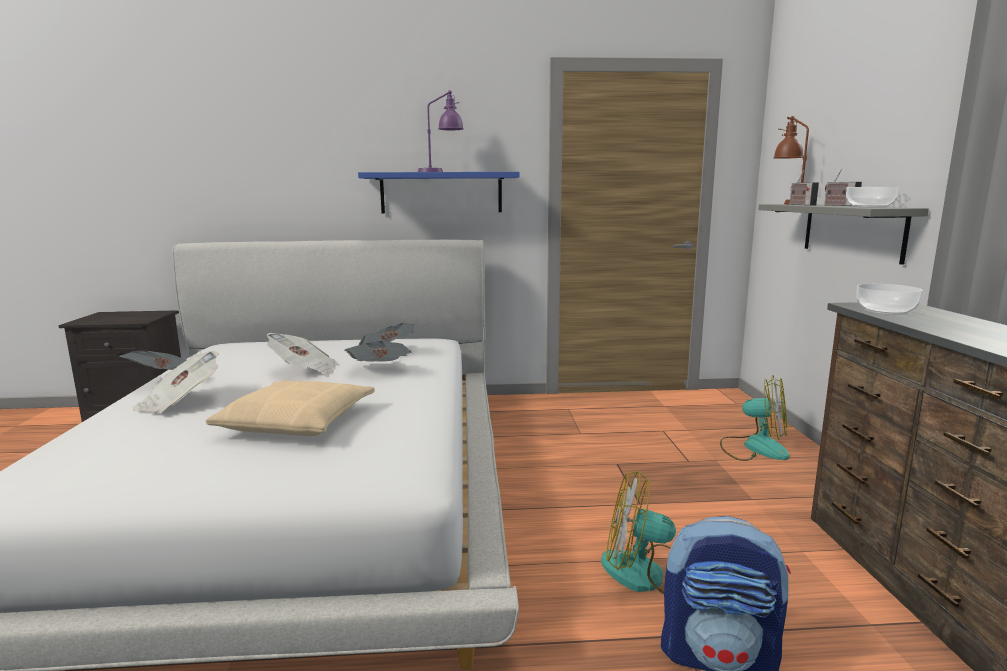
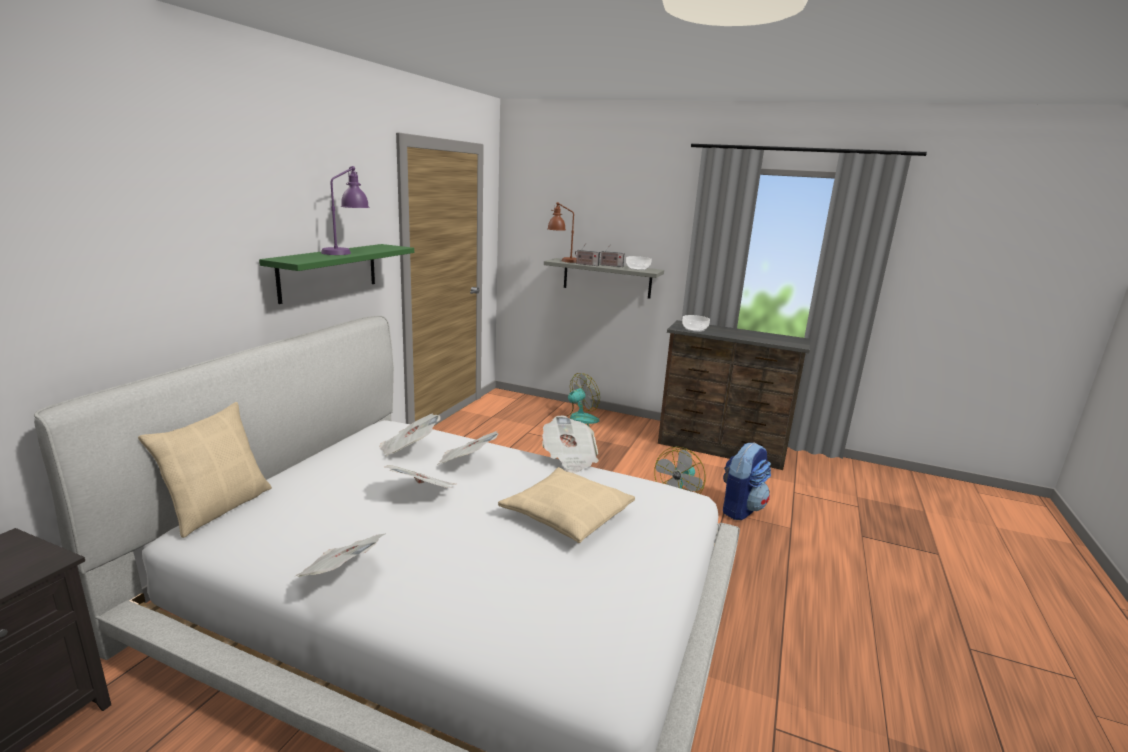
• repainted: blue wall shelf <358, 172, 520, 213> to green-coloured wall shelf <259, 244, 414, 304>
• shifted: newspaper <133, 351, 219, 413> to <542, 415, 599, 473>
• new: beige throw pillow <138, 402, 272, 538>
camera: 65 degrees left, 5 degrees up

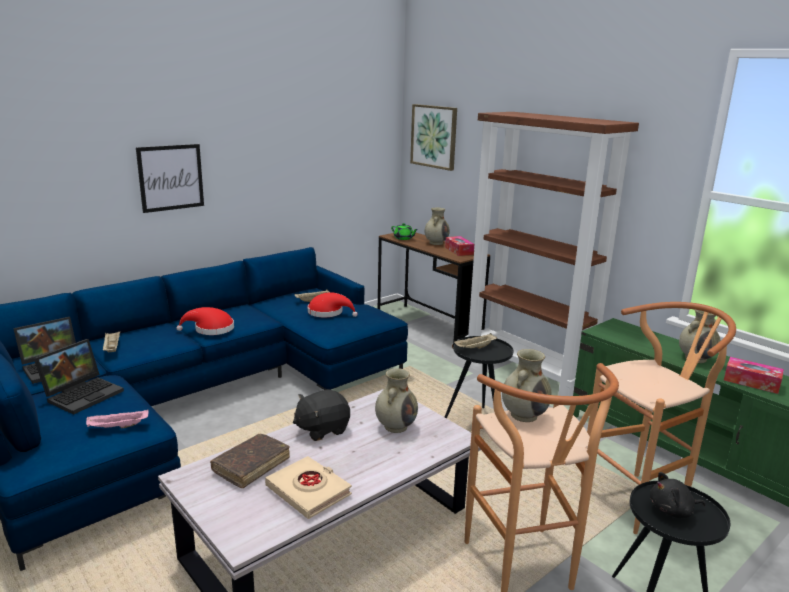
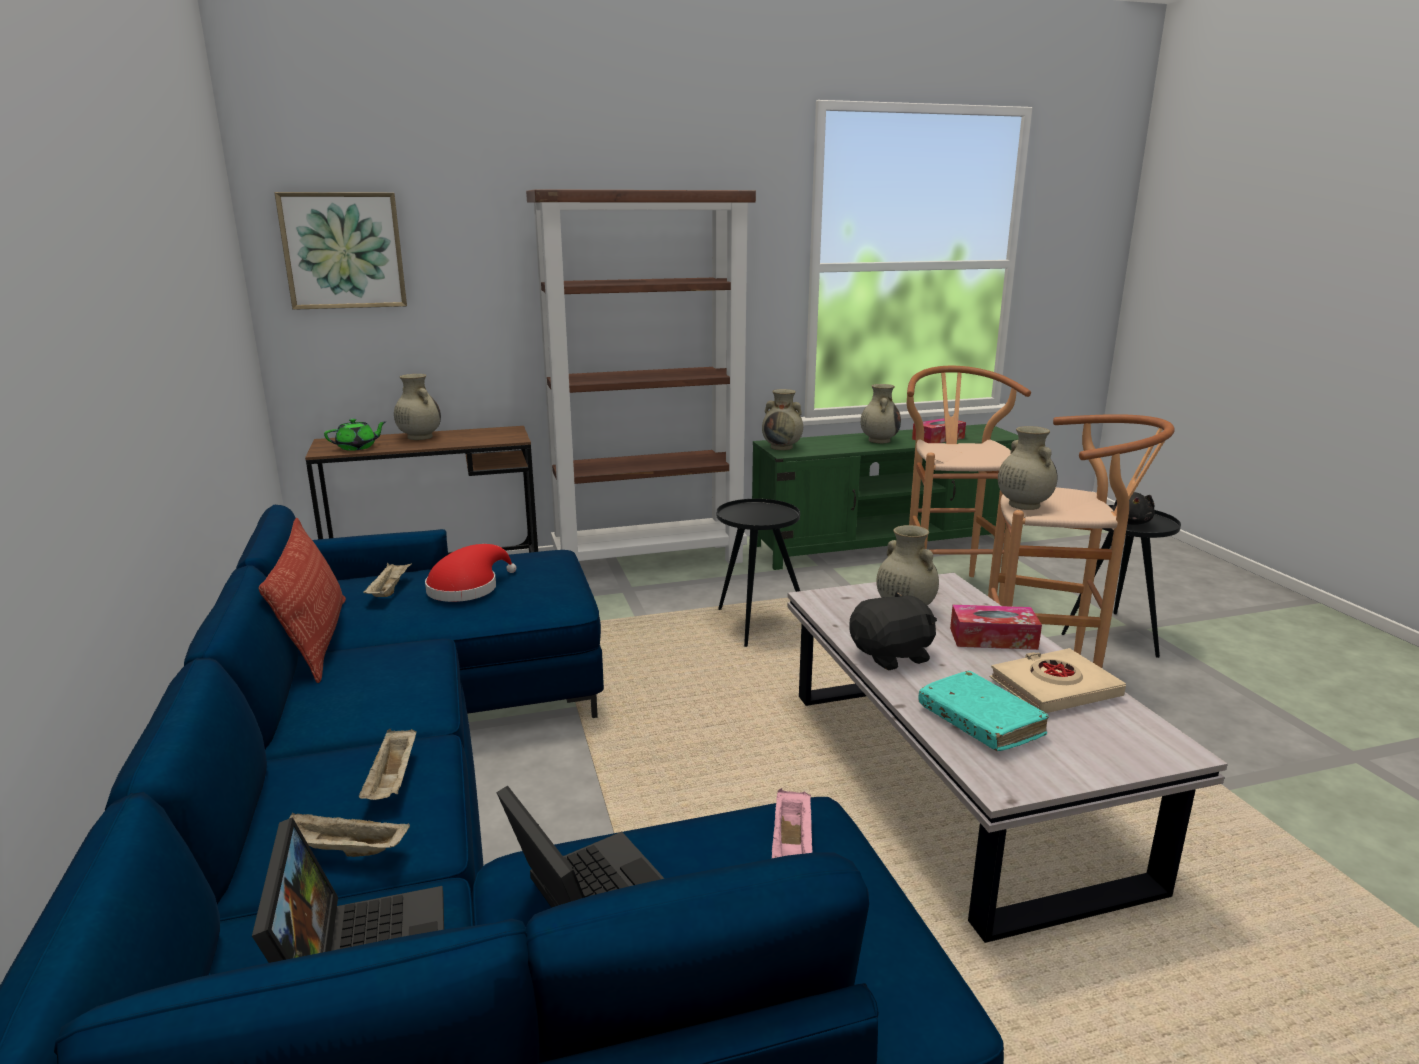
• gone: wall art <136, 144, 204, 213>
• shifted: tissue holder <445, 236, 474, 256> to <950, 605, 1042, 650>
• gone: red hat <177, 307, 234, 335>
• shifted: beige carrying tray <454, 333, 497, 349> to <359, 729, 417, 800>
• rotated: black plush toy <293, 389, 350, 441> = <850, 592, 937, 670> 105 degrees counterclockwise
• repainted: brownish volume <210, 434, 290, 488> to turquoise volume <918, 671, 1049, 751>
• new: beige vase <762, 389, 803, 450>
• new: throw pillow <259, 518, 346, 683>
camera: 65 degrees left, 0 degrees up

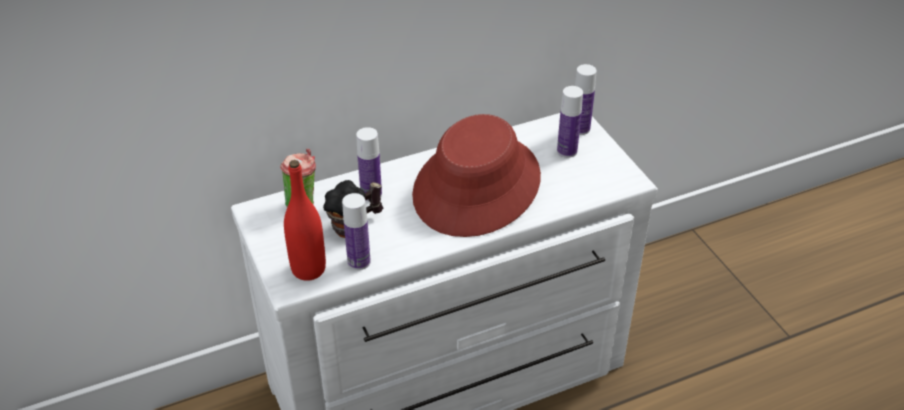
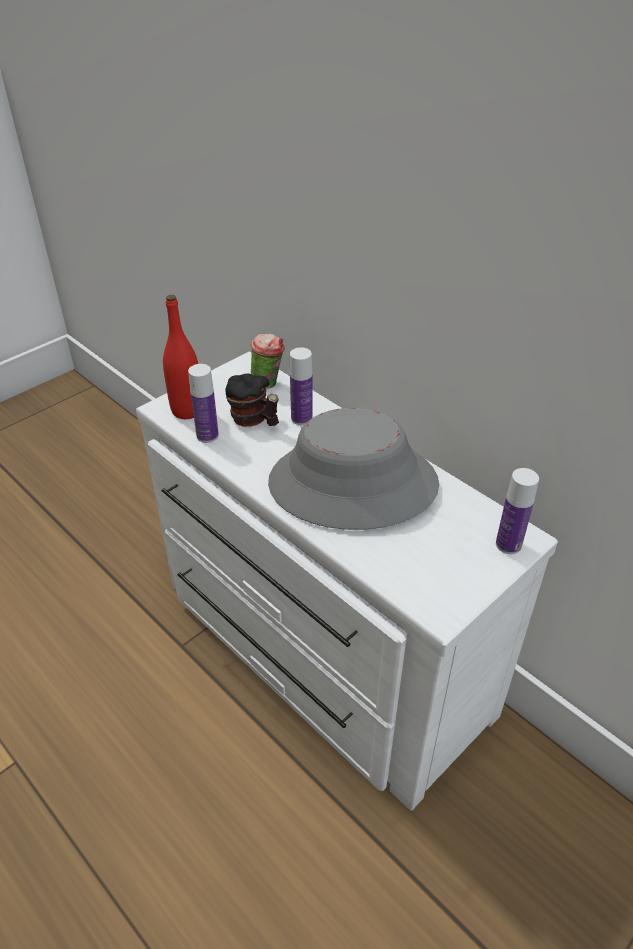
• gone: drink bottle <557, 86, 583, 158>
• repainted: red hat <412, 114, 541, 237> to grey hat <268, 408, 439, 530>
camera: 70 degrees right, 0 degrees up

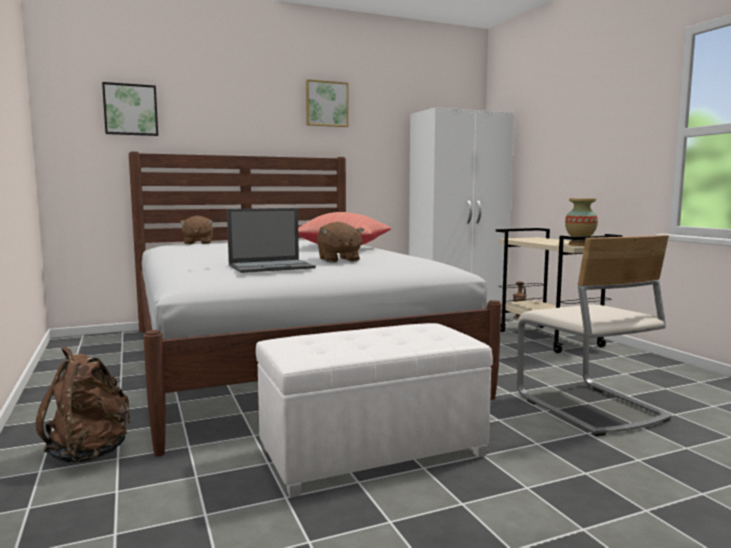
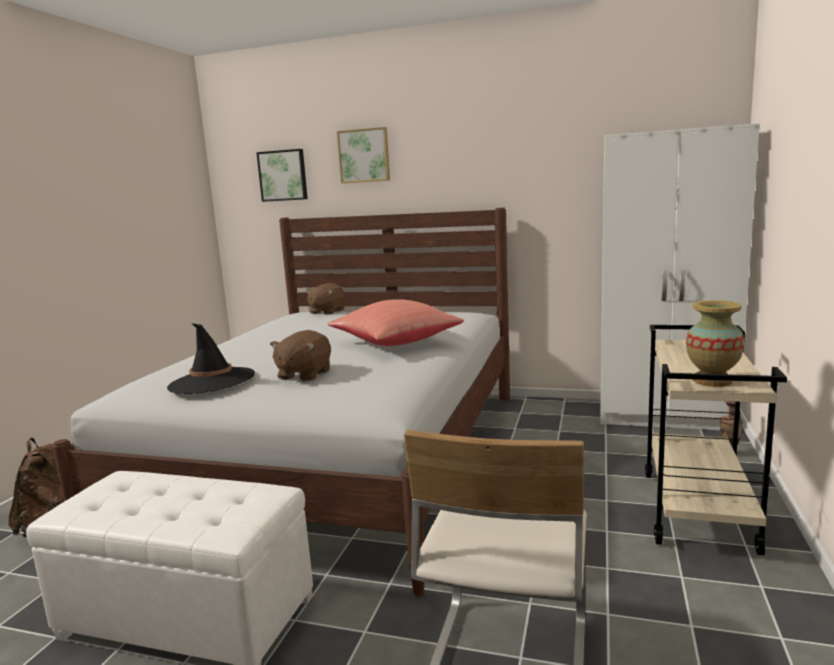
• shifted: wall art <306, 79, 349, 127> to <337, 127, 390, 183>
• swapped: laptop <227, 208, 316, 273> to black hat <167, 323, 255, 394>
camera: 40 degrees right, 5 degrees up

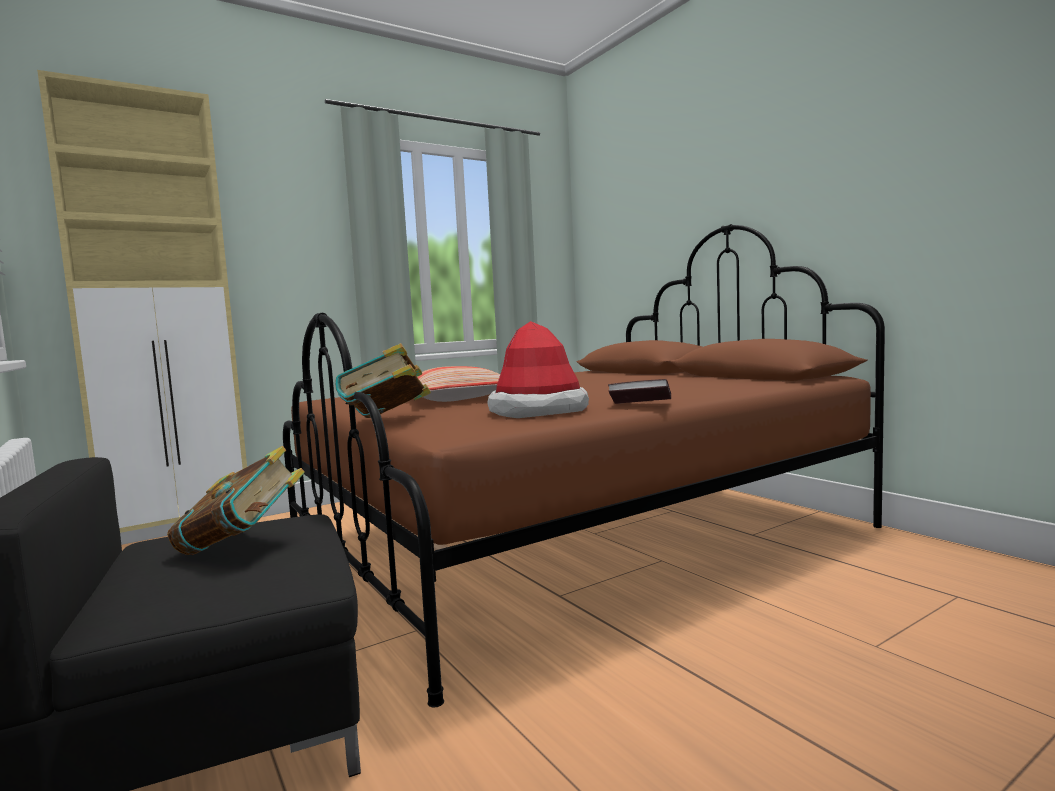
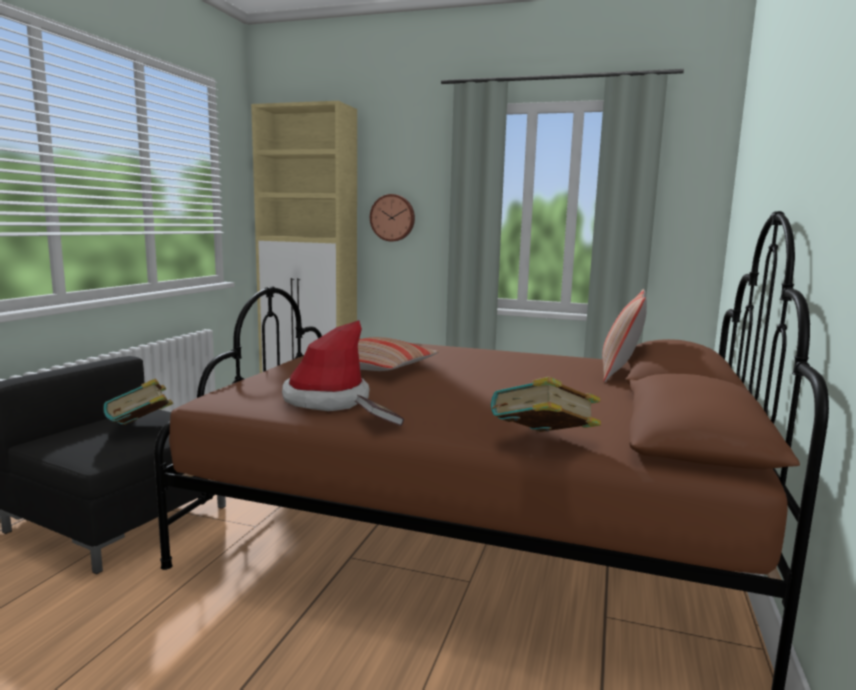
• shifted: volume <335, 343, 431, 418> to <491, 377, 601, 432>
• new: clock on the wall <370, 194, 415, 241>
• new: throw pillow <602, 289, 647, 382>
camera: 50 degrees right, 5 degrees up

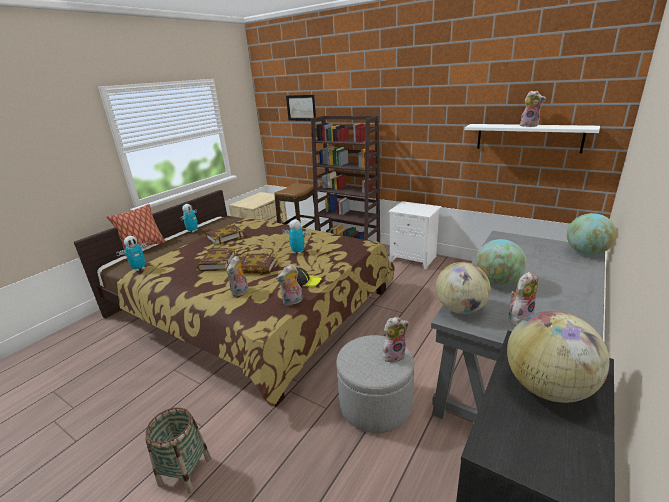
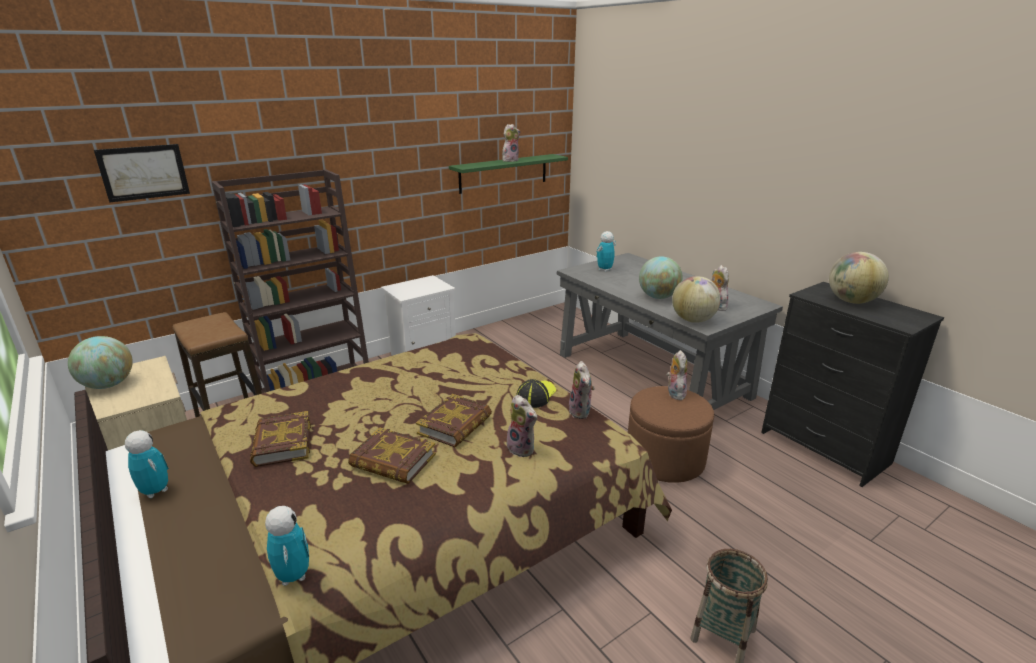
• repainted: whitish wall shelf <464, 124, 600, 153> to green-coloured wall shelf <449, 154, 568, 194>
• gone: throw pillow <106, 204, 166, 257>
• shifted: desk globe <567, 213, 617, 255> to <68, 336, 133, 389>
• shifted: robot figure <282, 220, 310, 254> to <596, 231, 616, 272>
• repainted: grey pouffe <336, 335, 414, 433> to brownish pouffe <628, 386, 714, 483>
camera: 70 degrees left, 0 degrees up

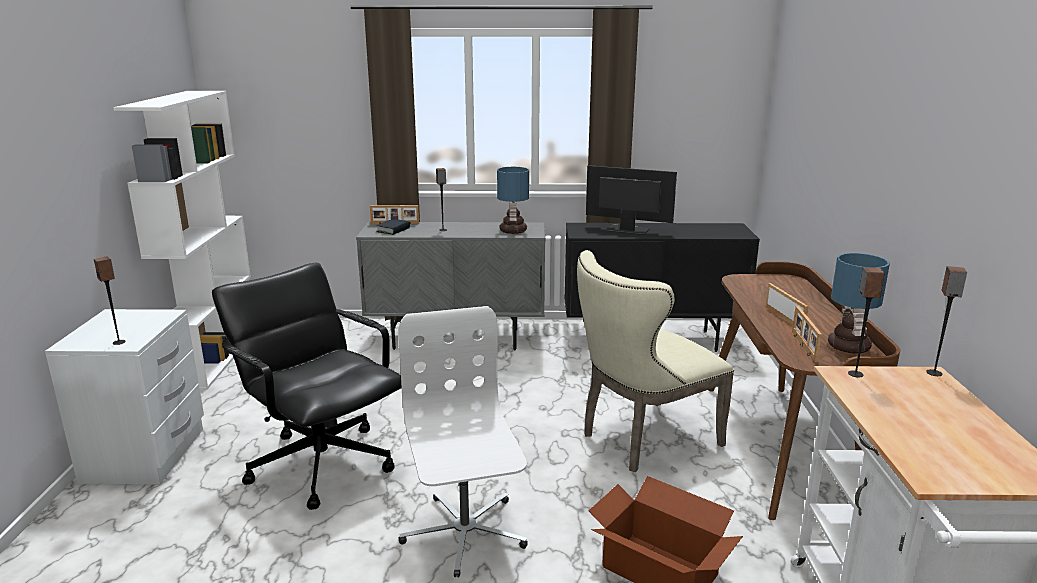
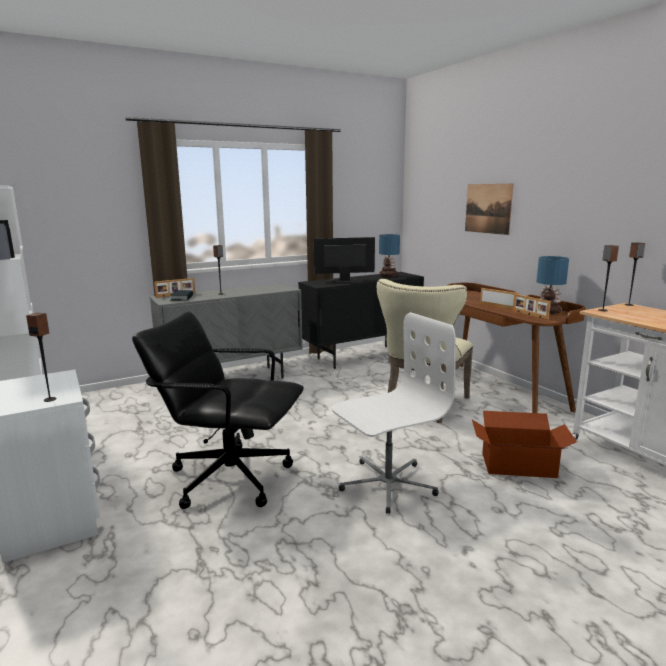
• shifted: lamp for a table <497, 167, 529, 234> to <379, 234, 400, 277>
• rotated: whitish desk chair <399, 306, 528, 577> = <332, 312, 456, 514> 105 degrees clockwise
• new: wall art <465, 184, 513, 235>
camera: 30 degrees left, 5 degrees down

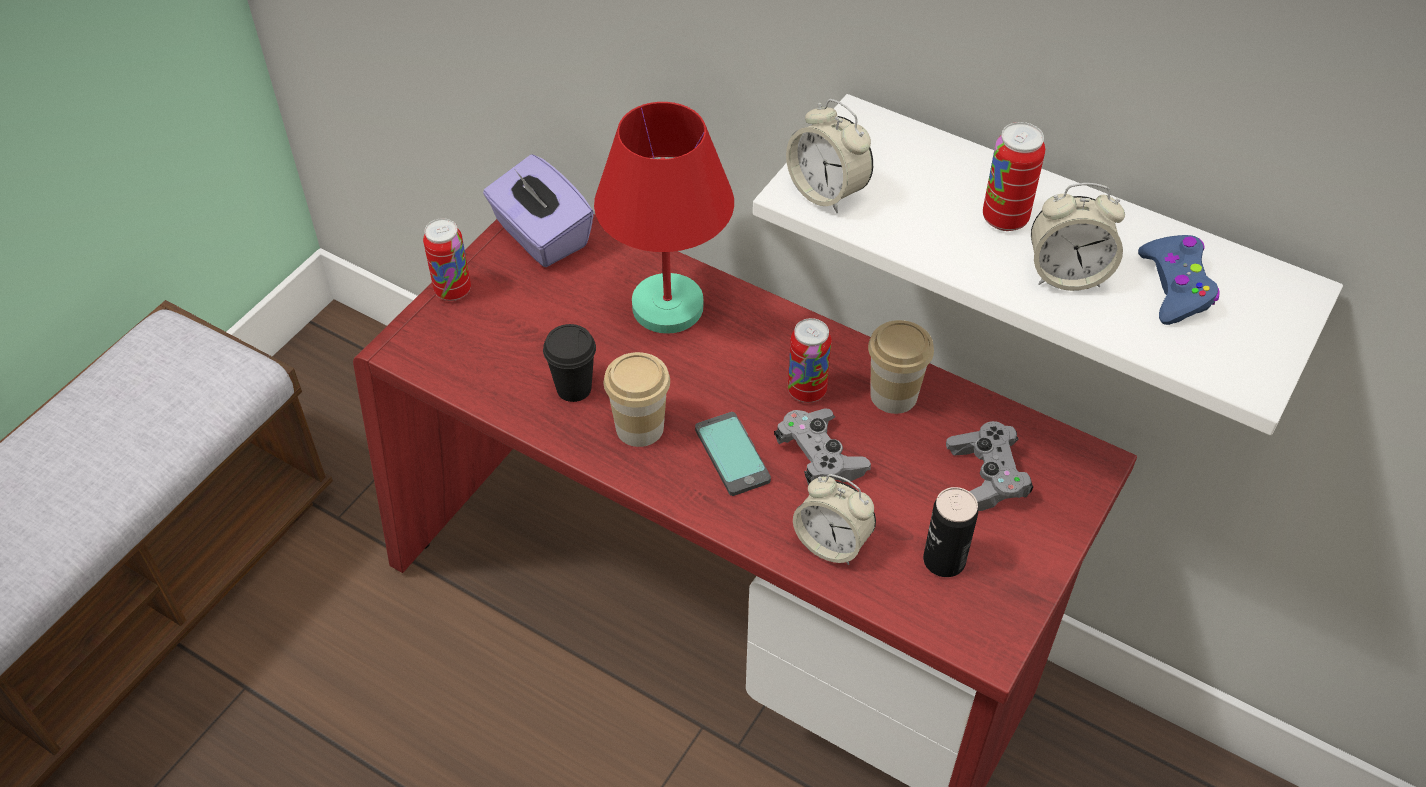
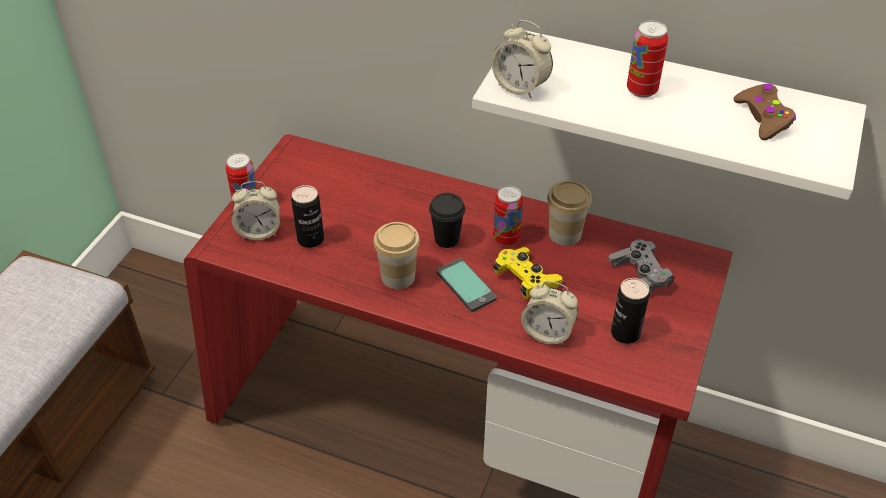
• gone: red lamp for a table <594, 102, 734, 334>
• gone: purplish tissue holder <483, 155, 594, 267>
• shifted: alarm clock <1031, 183, 1125, 291> to <232, 181, 280, 240>
• repainted: blue gamepad <1138, 235, 1220, 325> to brownish gamepad <734, 84, 796, 140>
• shifted: black small cup <543, 324, 596, 402> to <429, 193, 465, 248>
• repainted: grey gamepad <774, 408, 871, 485> to yellowish gamepad <493, 247, 563, 300>
• new: can <291, 185, 324, 248>
camera: 10 degrees left, 5 degrees down

